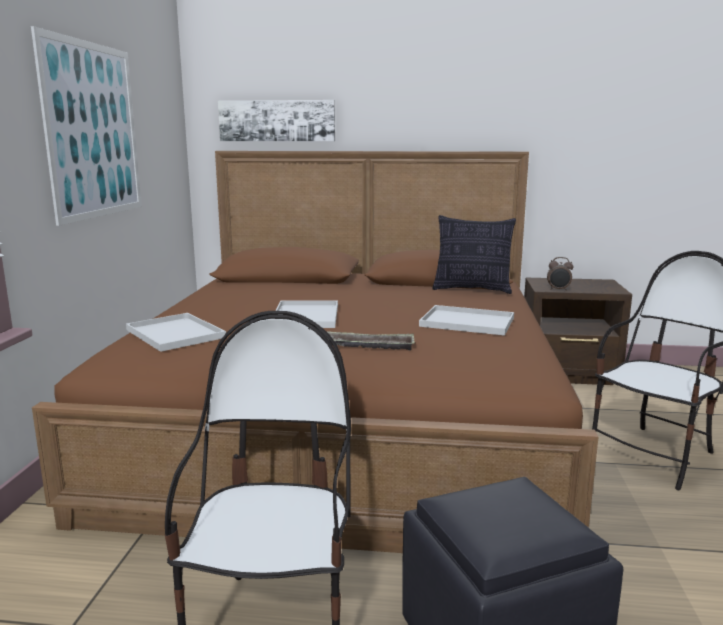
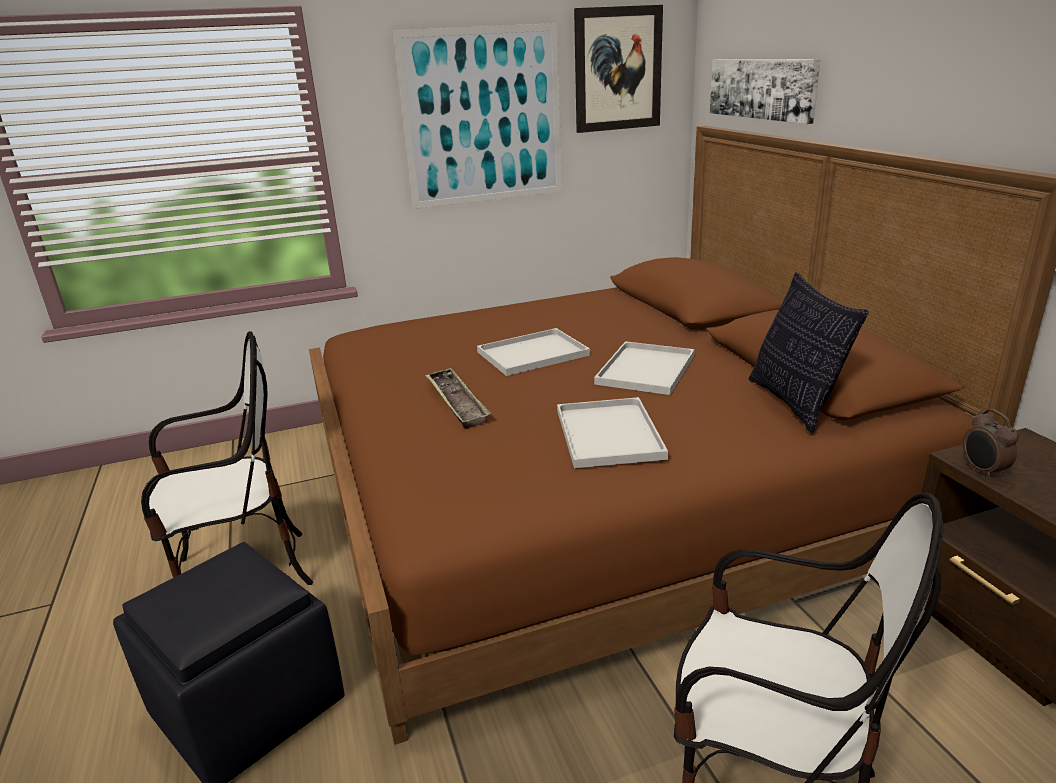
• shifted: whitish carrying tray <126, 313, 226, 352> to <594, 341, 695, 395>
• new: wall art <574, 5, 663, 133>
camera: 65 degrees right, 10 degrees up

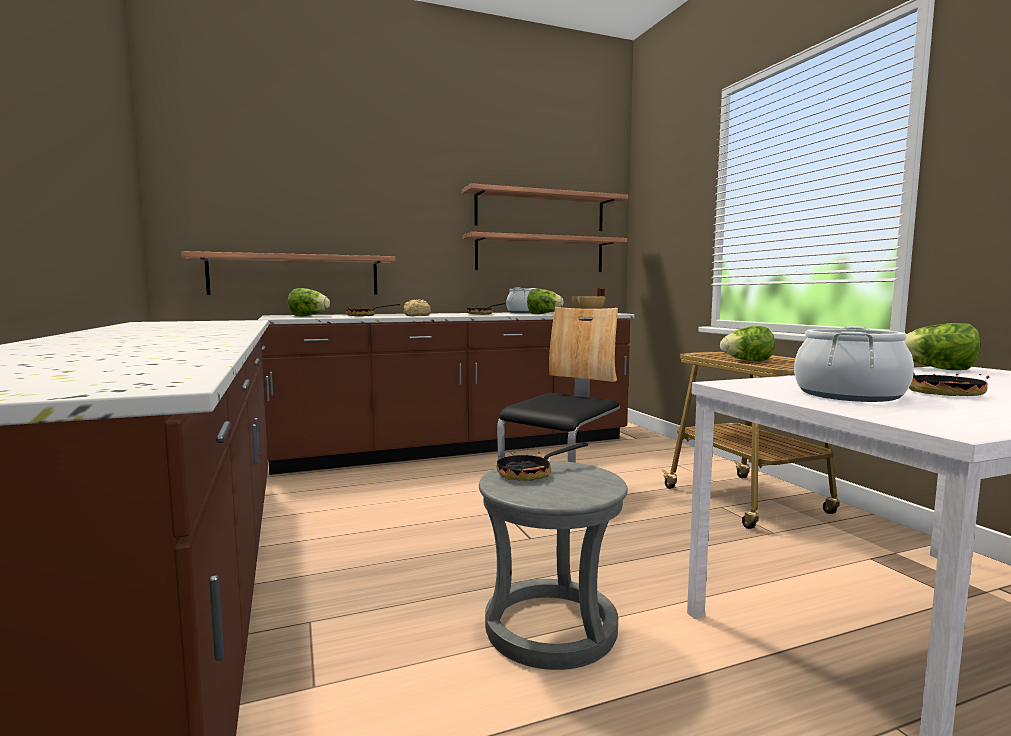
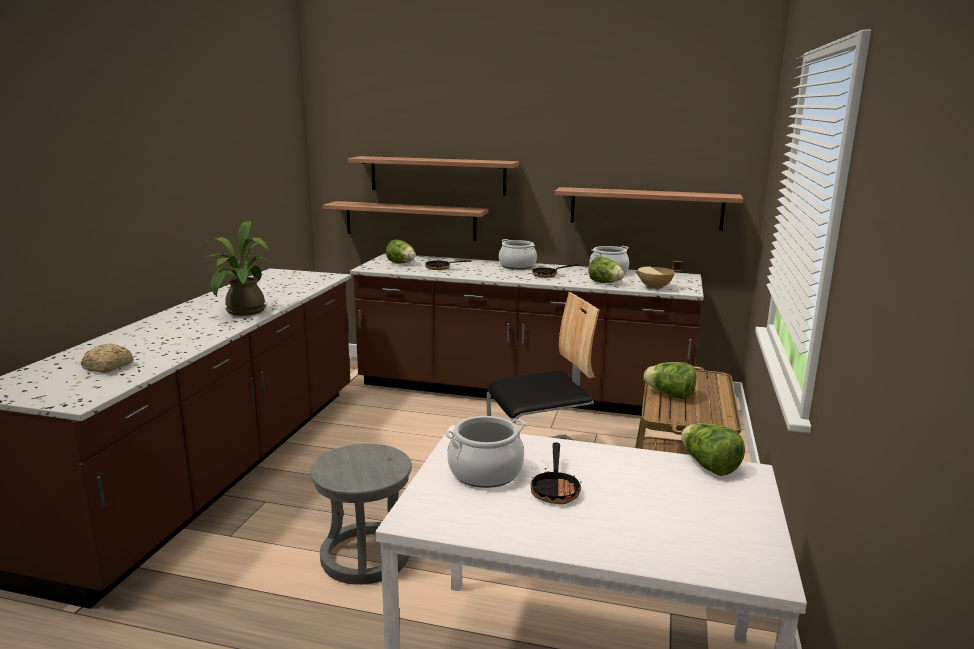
• shifted: wall shelf <462, 183, 628, 231> to <348, 156, 519, 196>
• shifted: baked bread <404, 299, 431, 316> to <81, 344, 133, 373>
• gone: pan <497, 442, 588, 481>
• new: plant in a pot <205, 220, 273, 316>
• new: stockpot <499, 239, 537, 270>
camera: 35 degrees right, 10 degrees up

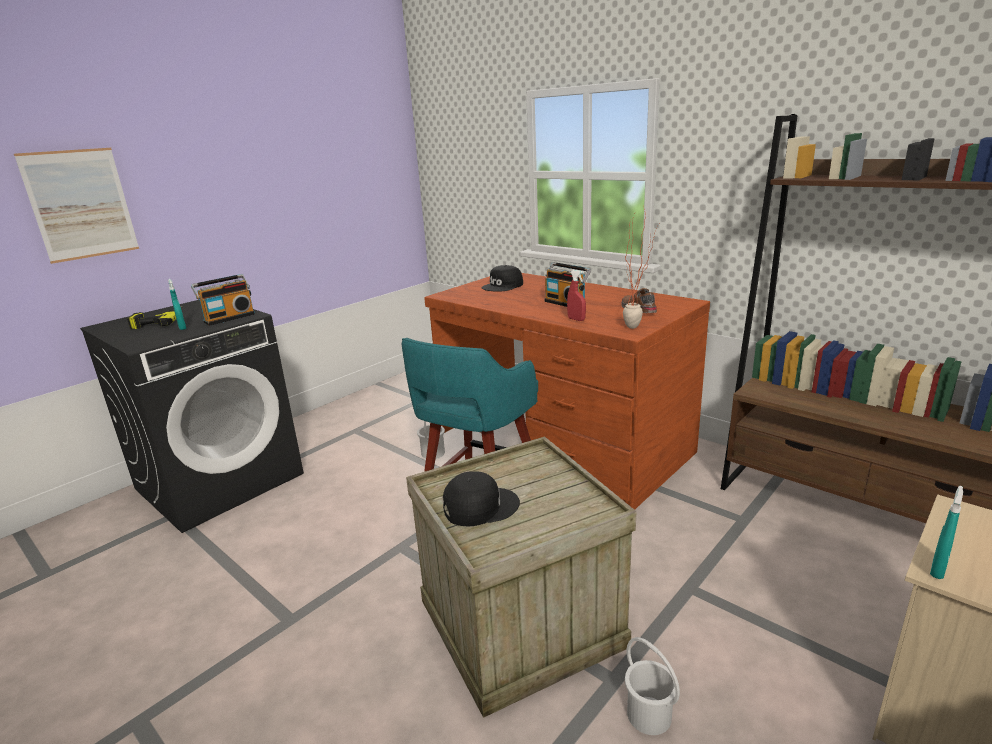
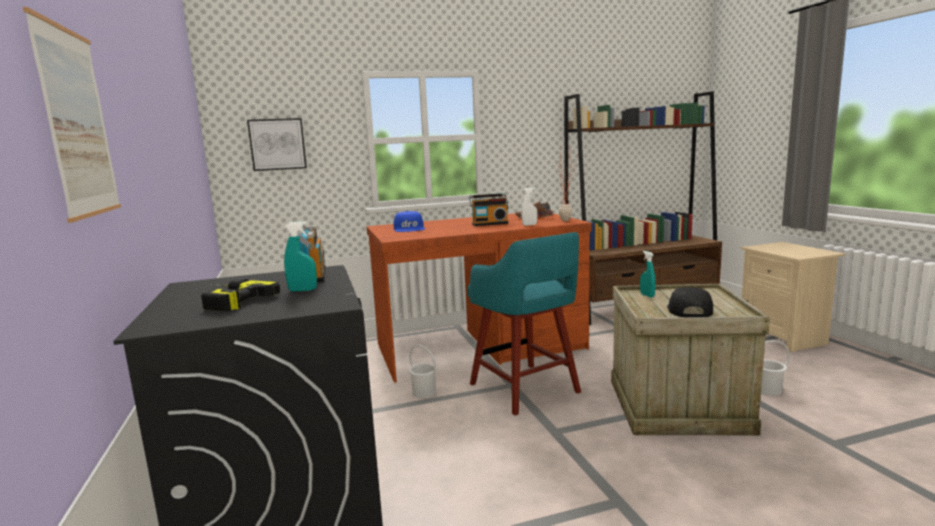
• repainted: black cap <482, 265, 523, 292> to blue cap <393, 211, 425, 232>
• repainted: red spray bottle <567, 270, 586, 321> to whitish spray bottle <521, 187, 537, 226>
• shifted: turquoise spray bottle <930, 486, 963, 579> to <640, 251, 656, 297>
• new: wall art <247, 118, 307, 171>
camera: 60 degrees left, 10 degrees down

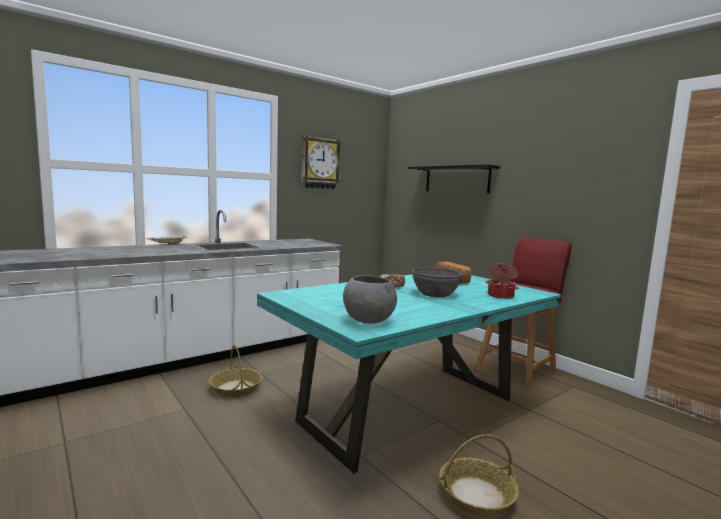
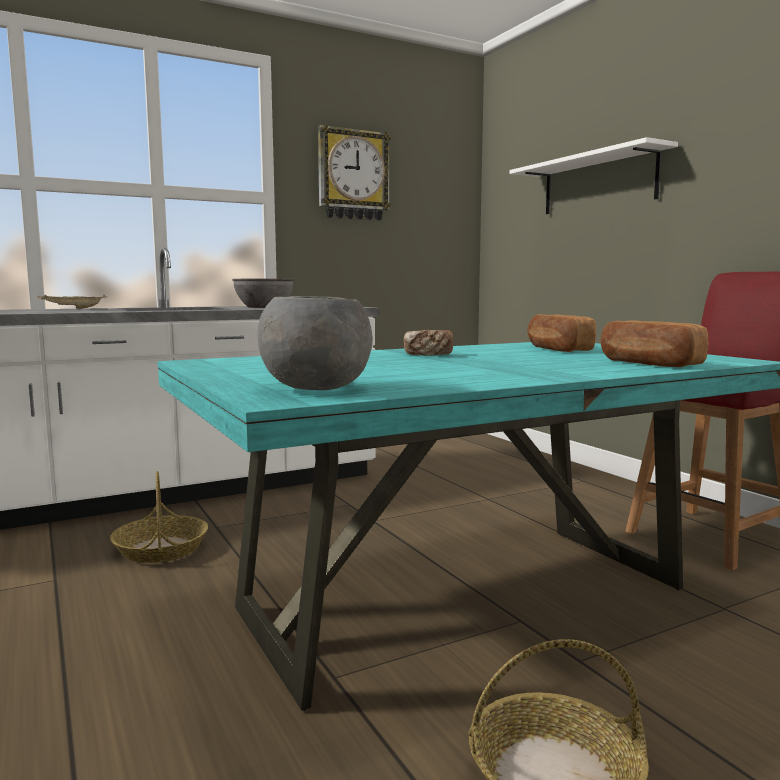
• repainted: black wall shelf <408, 164, 500, 193> to whitish wall shelf <510, 137, 678, 214>
• swapped: stockpot <486, 263, 519, 299> to baked bread <600, 320, 708, 367>
• shifted: grey deep dish <412, 267, 463, 297> to <232, 279, 294, 308>
camera: 10 degrees right, 0 degrees up

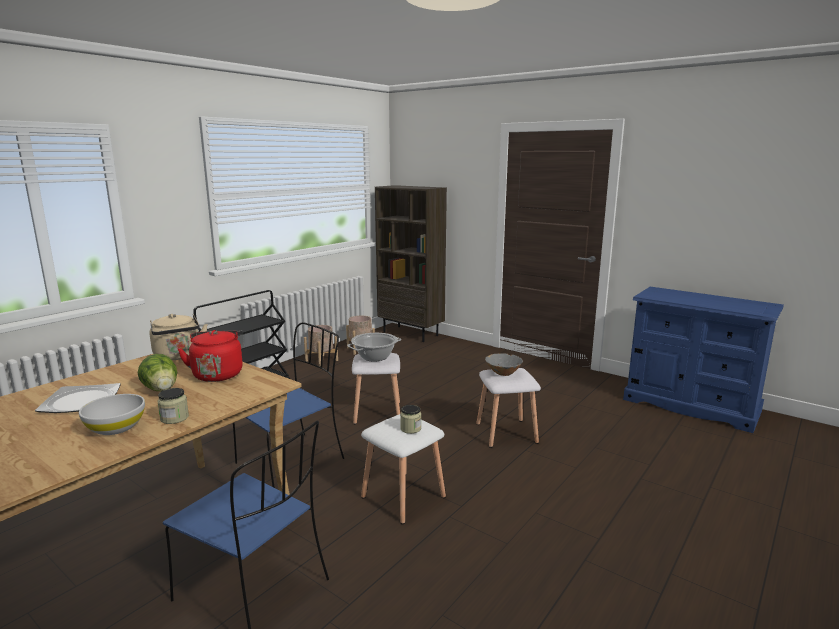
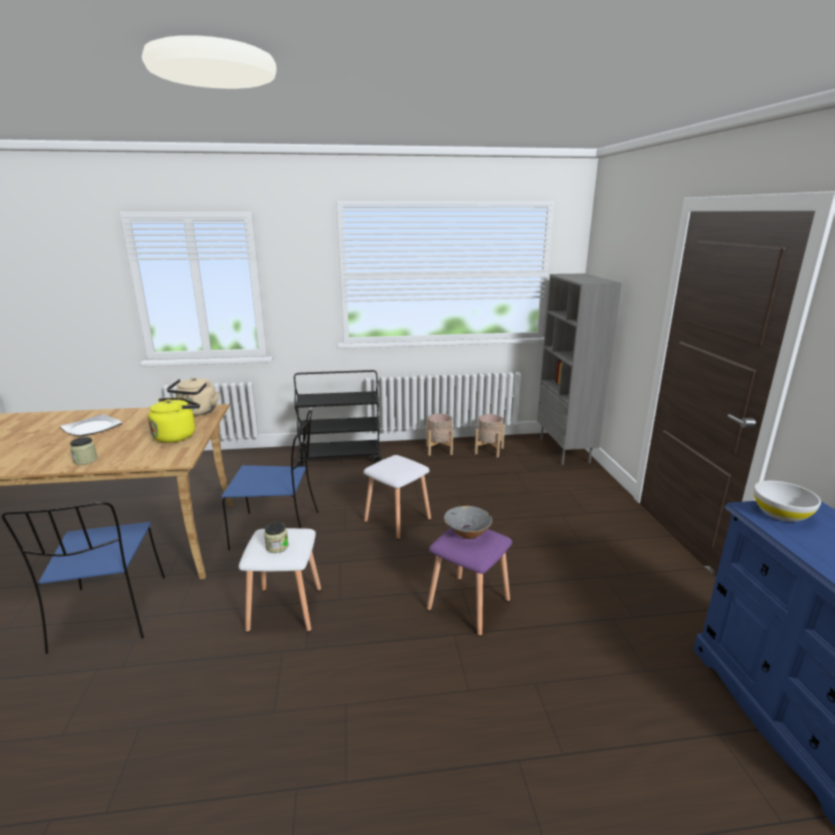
• repainted: brownish bookshelf <375, 185, 447, 342> to grey bookshelf <537, 273, 622, 465>
• repainted: red water kettle <178, 330, 243, 382> to yellowish water kettle <148, 397, 200, 443>
• gone: stockpot <347, 333, 401, 362>
• gone: lettuce head <138, 354, 177, 391>
• repainted: whitish stool seat <476, 368, 541, 448> to purplish stool seat <427, 525, 512, 636>
• shifted: whitish deep dish <79, 394, 145, 435> to <754, 481, 821, 522>
camera: 45 degrees right, 5 degrees up

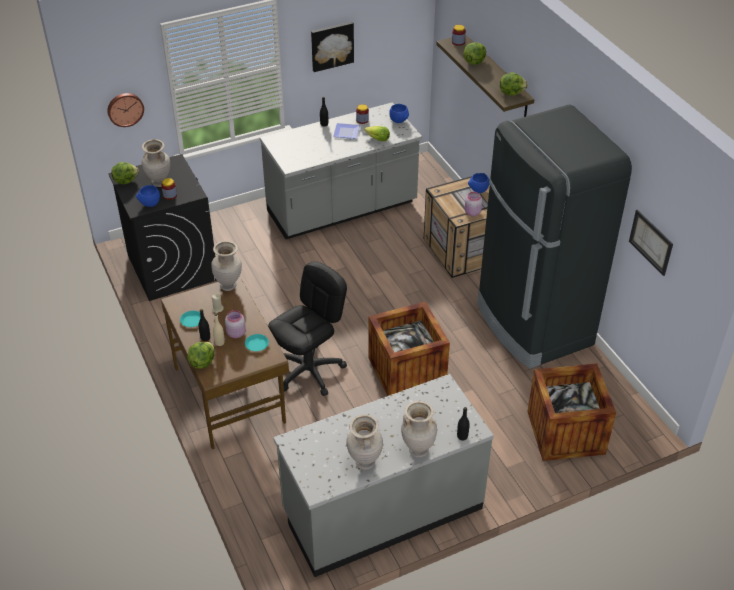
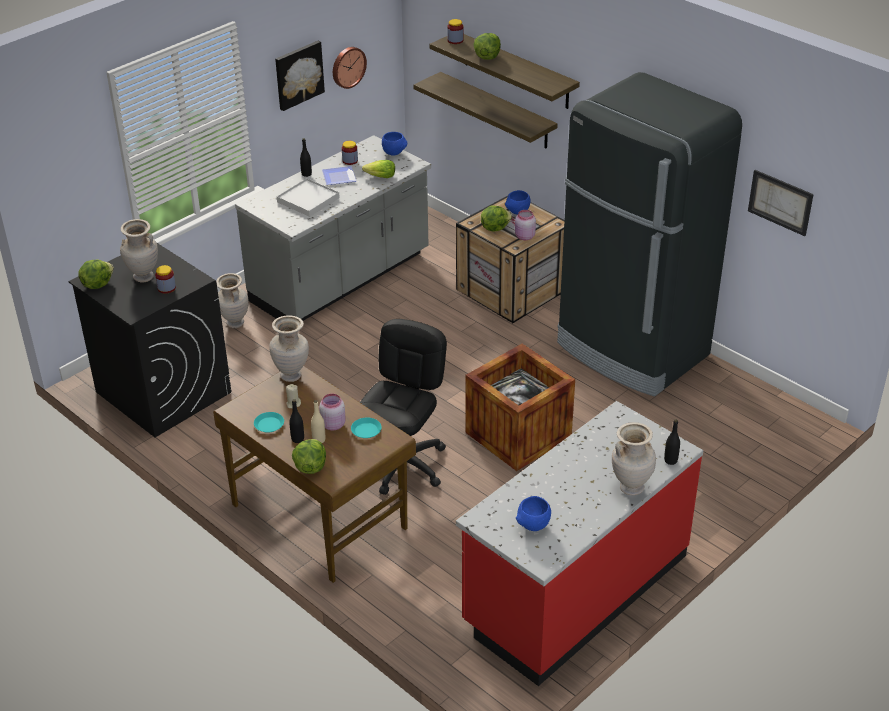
• shifted: lettuce head <500, 72, 528, 95> to <481, 206, 512, 231>
• shifted: clock on the wall <107, 93, 144, 127> to <333, 47, 367, 89>
• shifted: blue deep dish <136, 185, 160, 207> to <516, 496, 551, 531>
• gone: shipping crate <527, 363, 616, 461>
• repainted: grey kitchen counter <273, 374, 494, 577> to red kitchen counter <456, 401, 703, 686>
• shifted: beige vase <346, 414, 383, 470> to <216, 273, 249, 328>
• new: wall shelf <413, 72, 558, 149>
• new: whitish carrying tray <277, 178, 340, 217>
camera: 20 degrees left, 5 degrees down

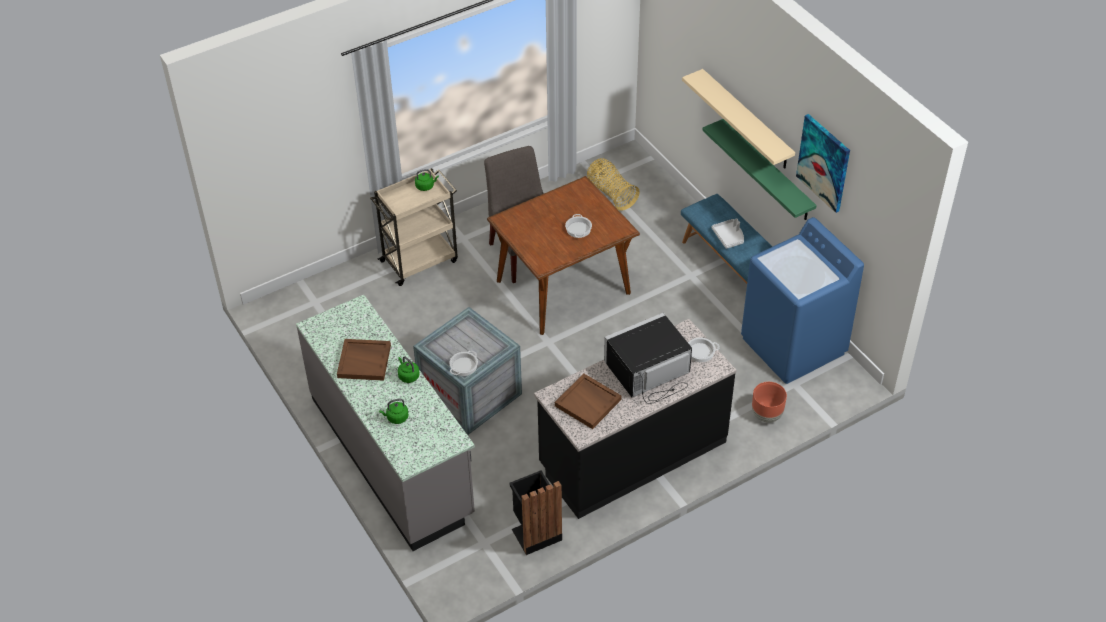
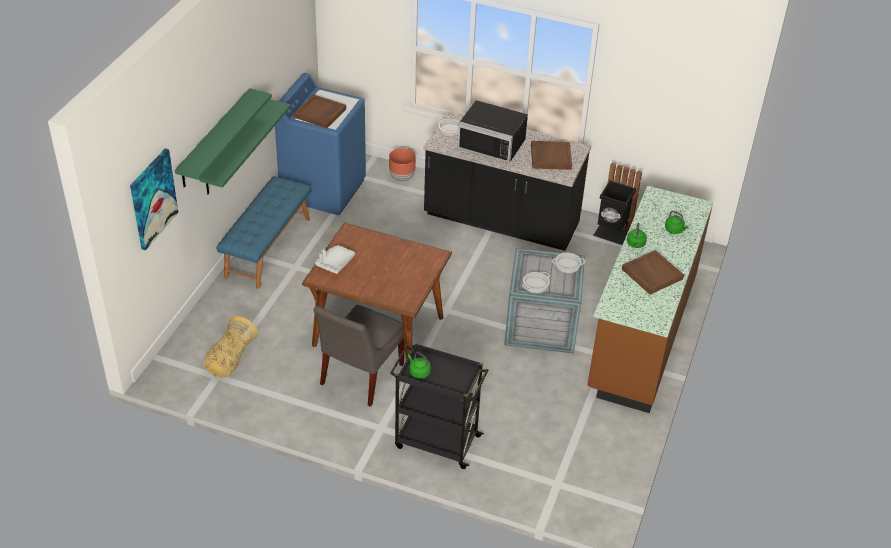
• repainted: beige wall shelf <682, 69, 795, 168> to green-coloured wall shelf <175, 88, 272, 187>
• shifted: wall art <796, 114, 850, 213> to <130, 149, 178, 251>
• repainted: beige trolley <370, 168, 458, 286> to black trolley <390, 343, 489, 469>
• shifted: stockpot <565, 214, 592, 238> to <523, 272, 550, 293>
• shifted: grey carrying tray <712, 219, 744, 249> to <315, 245, 355, 274>
• repainted: grey kitchen counter <296, 295, 475, 551> to brownish kitchen counter <587, 186, 713, 413>
• new: brownish carrying tray <294, 95, 346, 128>
camera: 130 degrees left, 5 degrees down

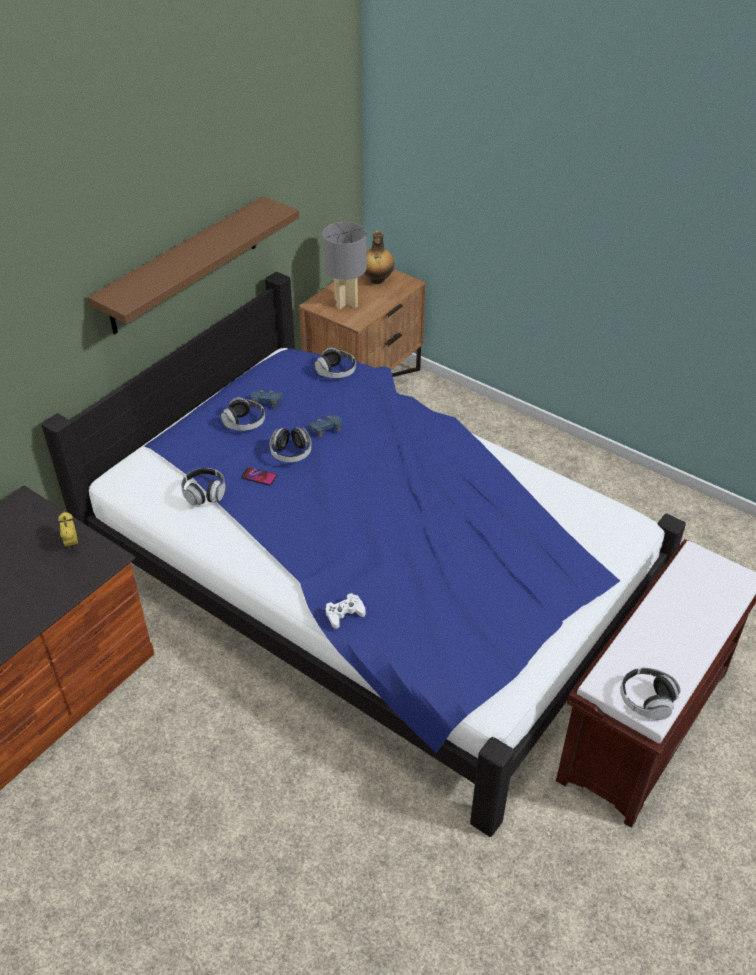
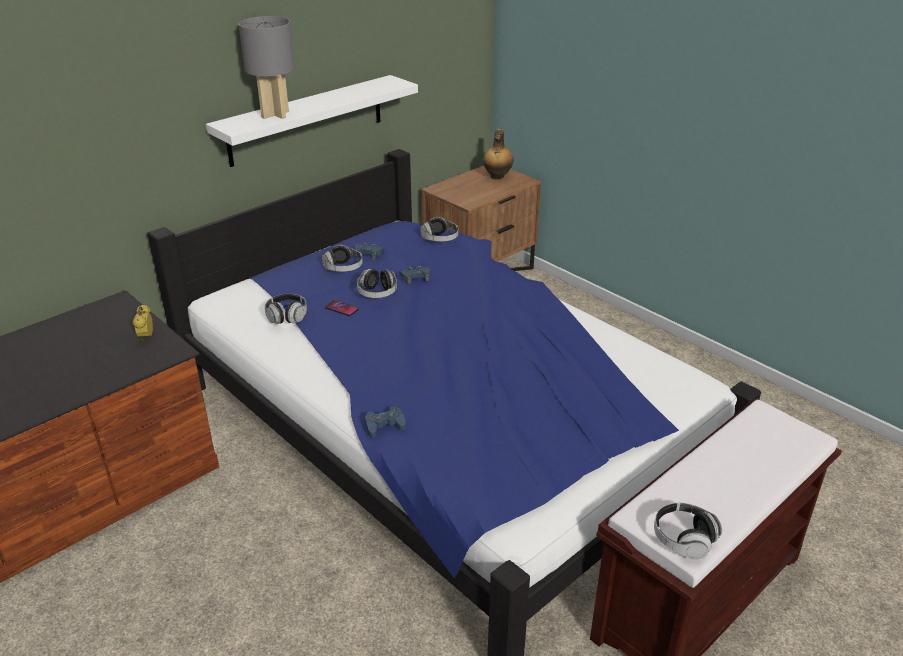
• repainted: brownish wall shelf <88, 196, 299, 335> to whitish wall shelf <206, 75, 418, 167>
• shifted: grey lamp for a table <322, 222, 367, 309> to <239, 16, 295, 119>
• repainted: whitish gamepad <326, 593, 366, 629> to blue gamepad <365, 406, 406, 437>
camera: 10 degrees right, 10 degrees down

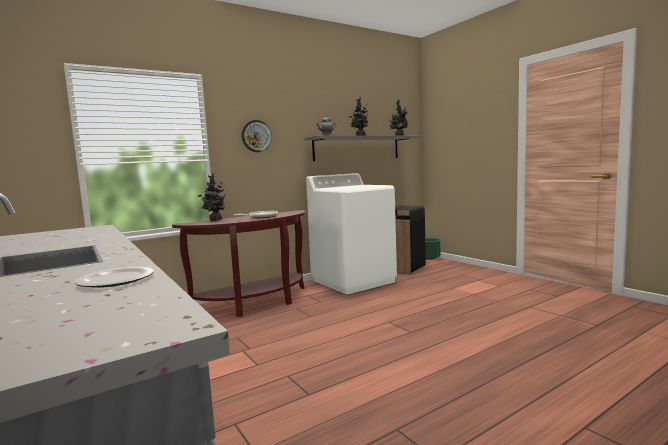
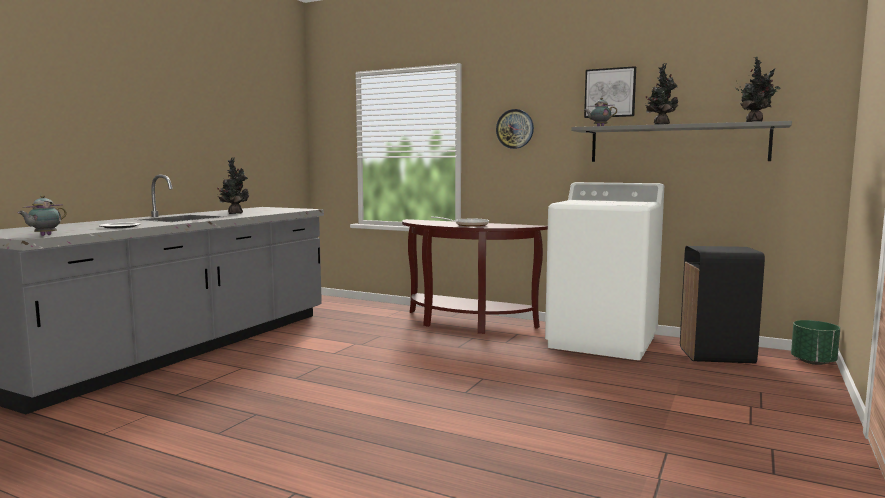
• shifted: plant in a pot <198, 173, 225, 221> to <217, 157, 250, 214>
• new: wall art <584, 66, 636, 118>
• new: teapot <18, 195, 67, 236>
camera: 60 degrees right, 0 degrees up

